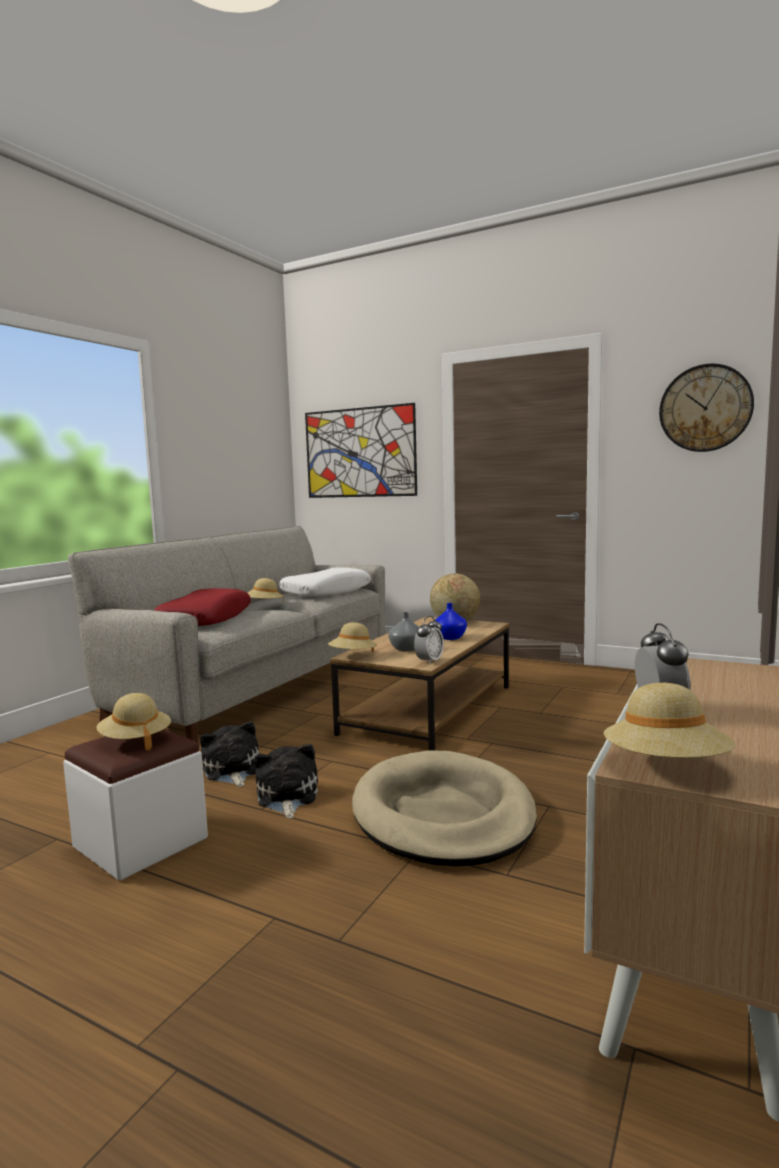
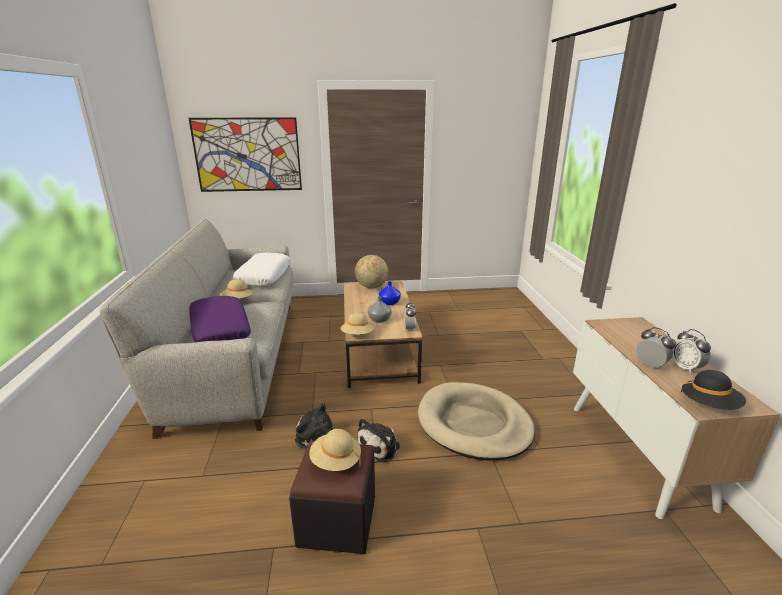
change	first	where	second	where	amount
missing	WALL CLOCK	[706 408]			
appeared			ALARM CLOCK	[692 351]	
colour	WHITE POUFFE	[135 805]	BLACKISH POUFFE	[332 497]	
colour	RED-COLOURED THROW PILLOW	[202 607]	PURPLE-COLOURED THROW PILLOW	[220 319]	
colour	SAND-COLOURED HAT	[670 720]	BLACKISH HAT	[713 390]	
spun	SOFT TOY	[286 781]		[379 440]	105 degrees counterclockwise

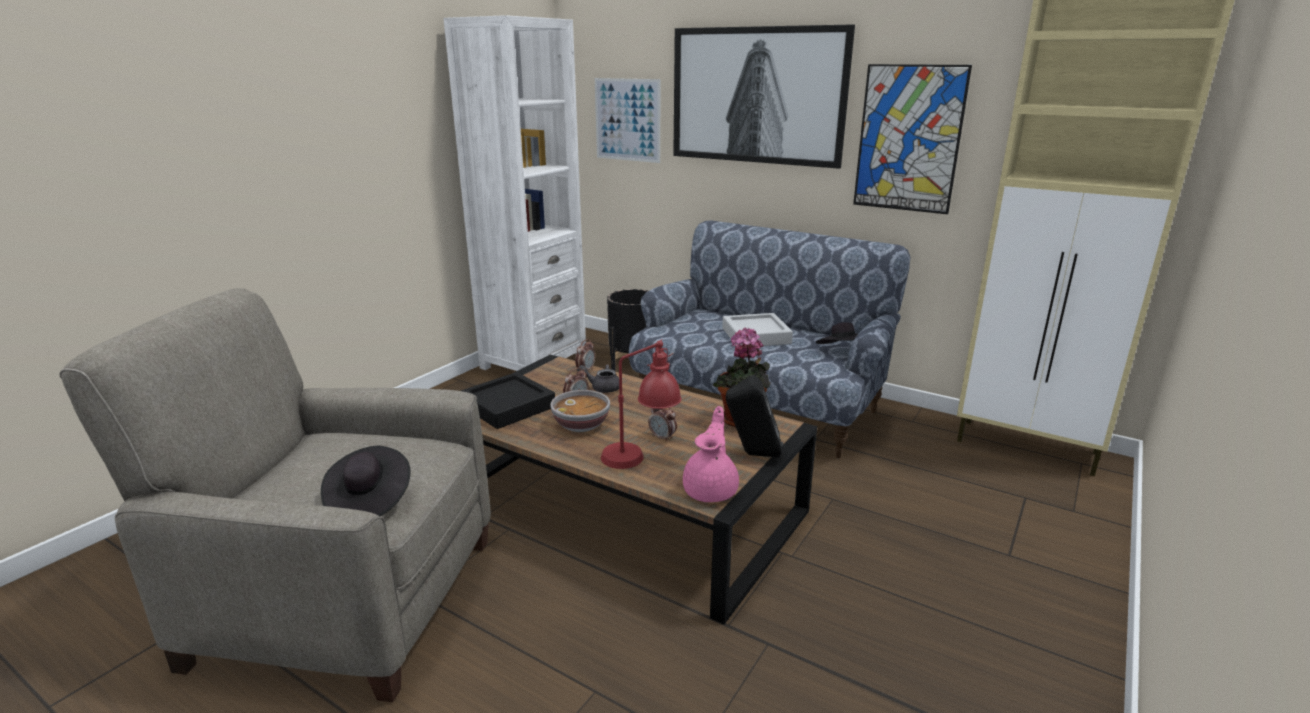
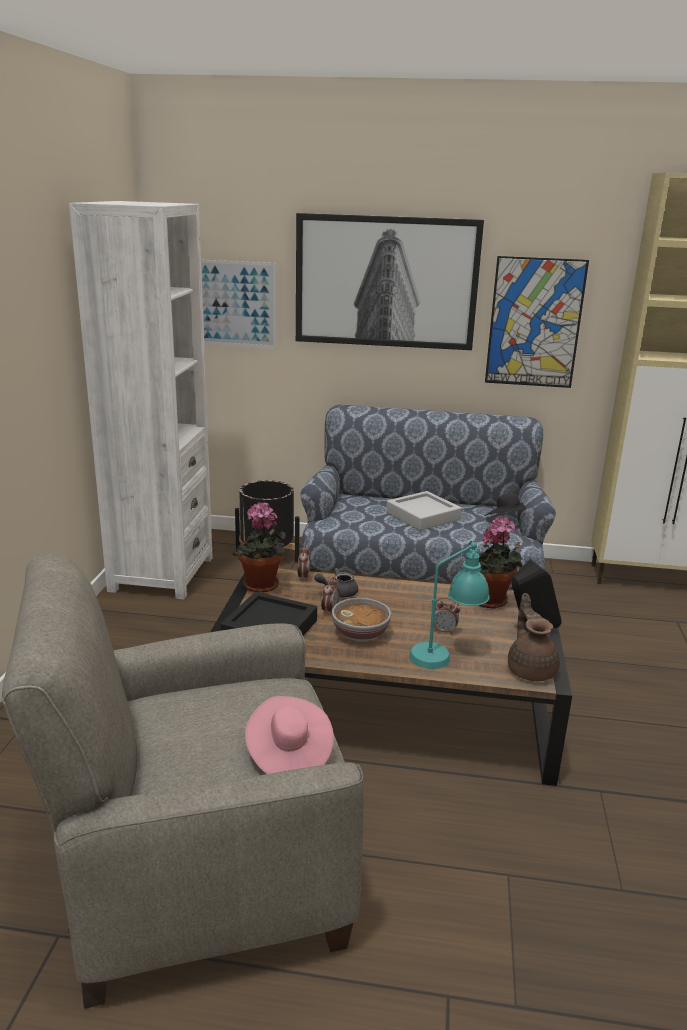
change	first	where	second	where	amount
appeared			HOUSEPLANT	[259 547]	
colour	BLACKISH HAT	[365 481]	PINK HAT	[289 735]	
colour	RED-COLOURED LAMP FOR A TABLE	[641 404]	TURQUOISE LAMP FOR A TABLE	[449 605]	
colour	PINK POT FOR TEA	[711 454]	BROWNISH POT FOR TEA	[534 637]	

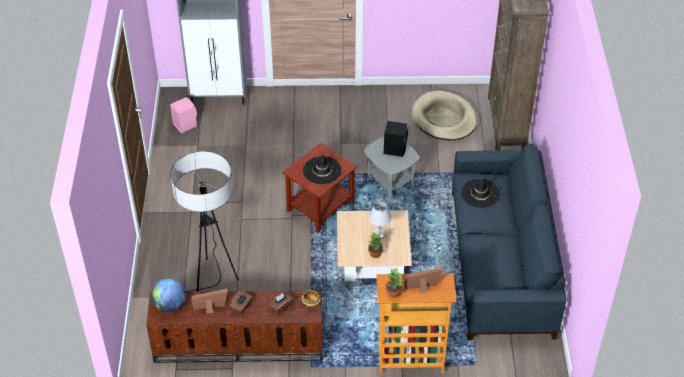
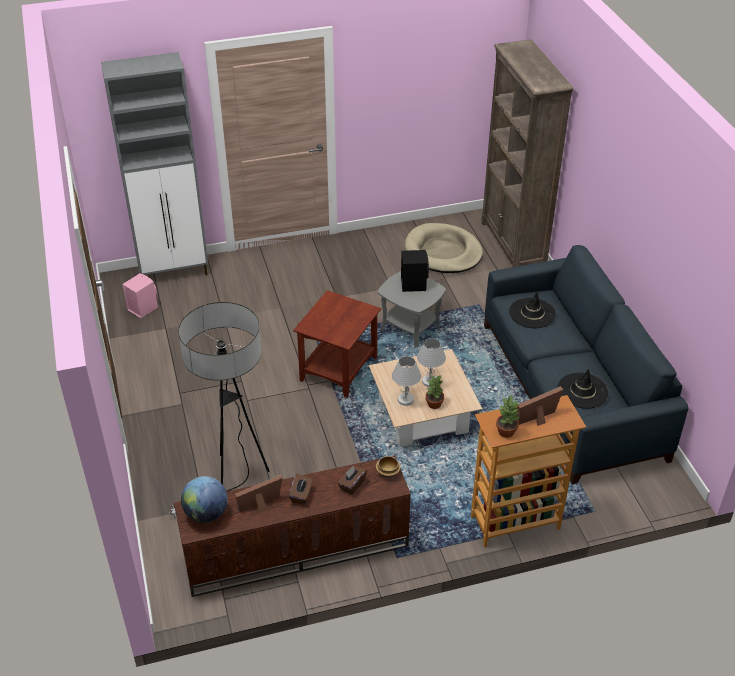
change	first	where	second	where	amount
appeared			WHITE LAMP FOR A TABLE	[406 381]	
relocated	BLACKISH HAT	[322 169]		[582 389]	

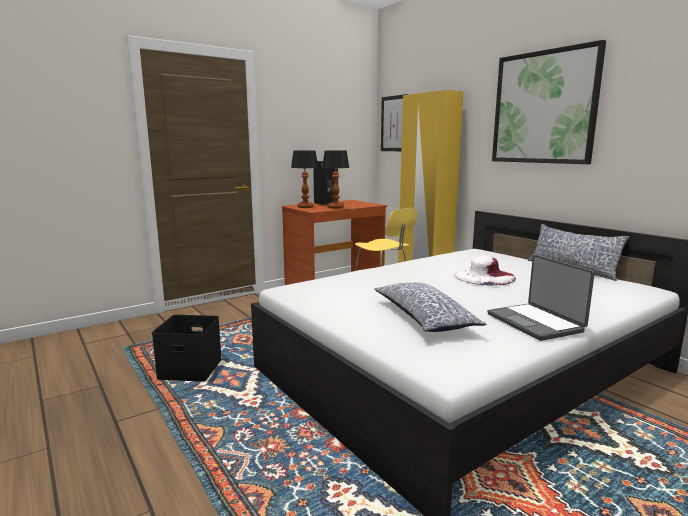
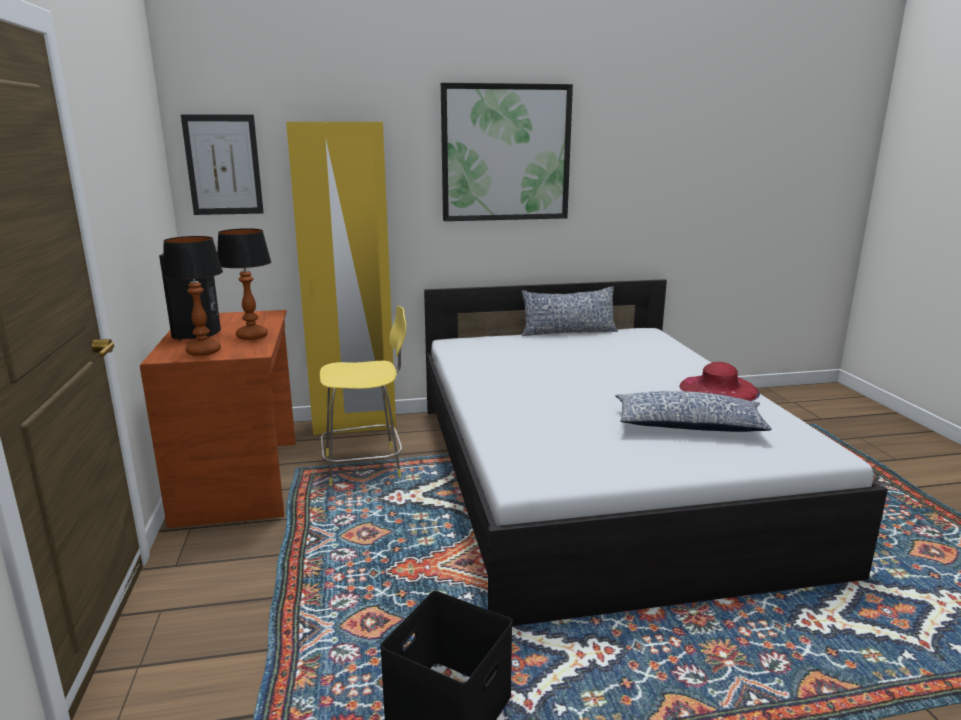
change	first	where	second	where	amount
missing	WHITE HAT	[485 270]			
exchanged	NOTEBOOK COMPUTER	[541 298]	RED-COLOURED HAT	[719 381]	

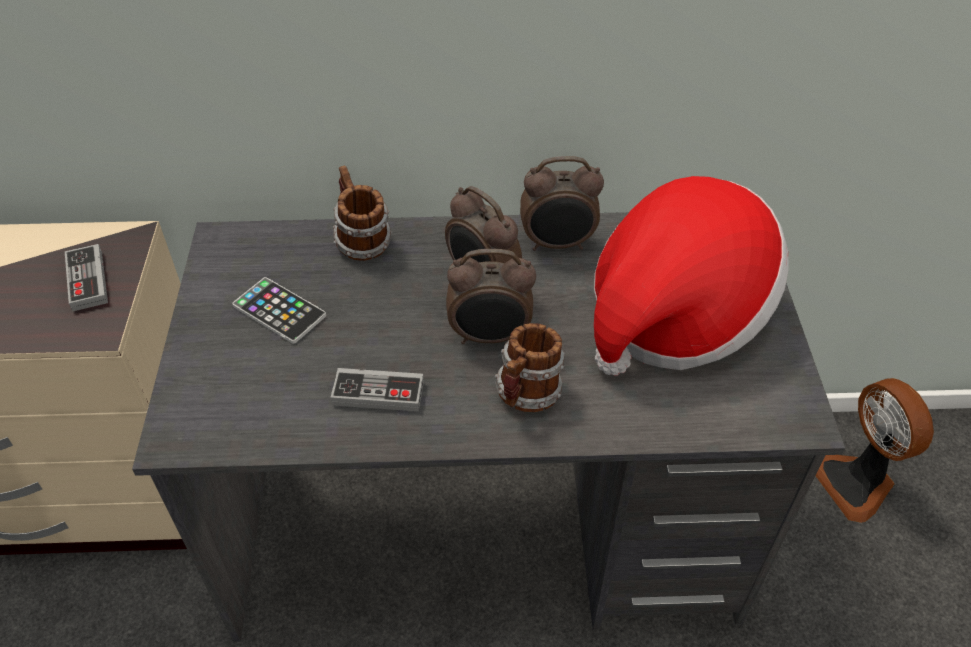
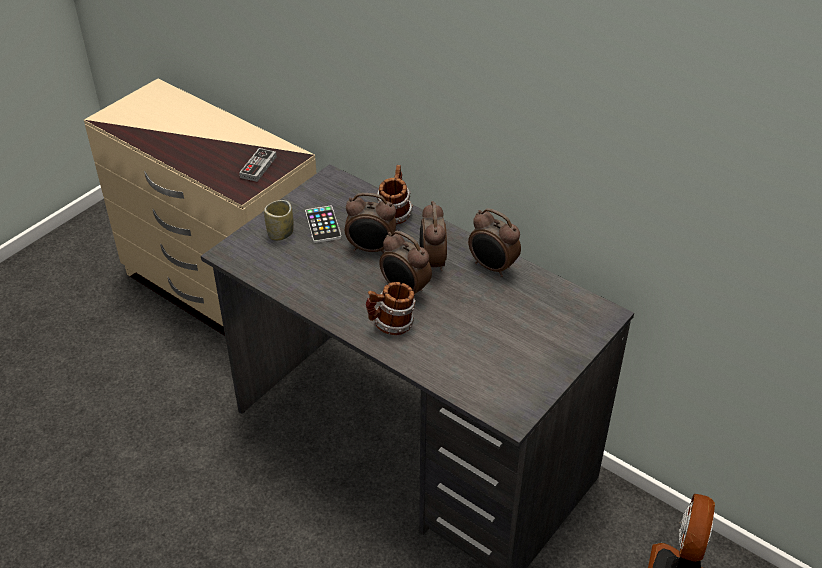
change	first	where	second	where	amount
missing	GAMEPAD	[377 389]			
missing	HAT	[691 276]			
appeared			SMALL CUP	[278 220]	
appeared			ALARM CLOCK	[370 223]	

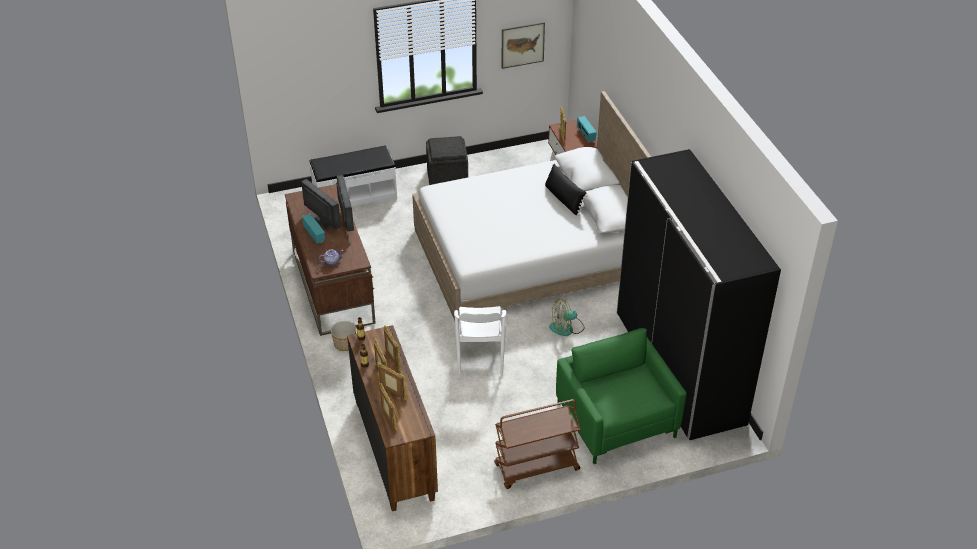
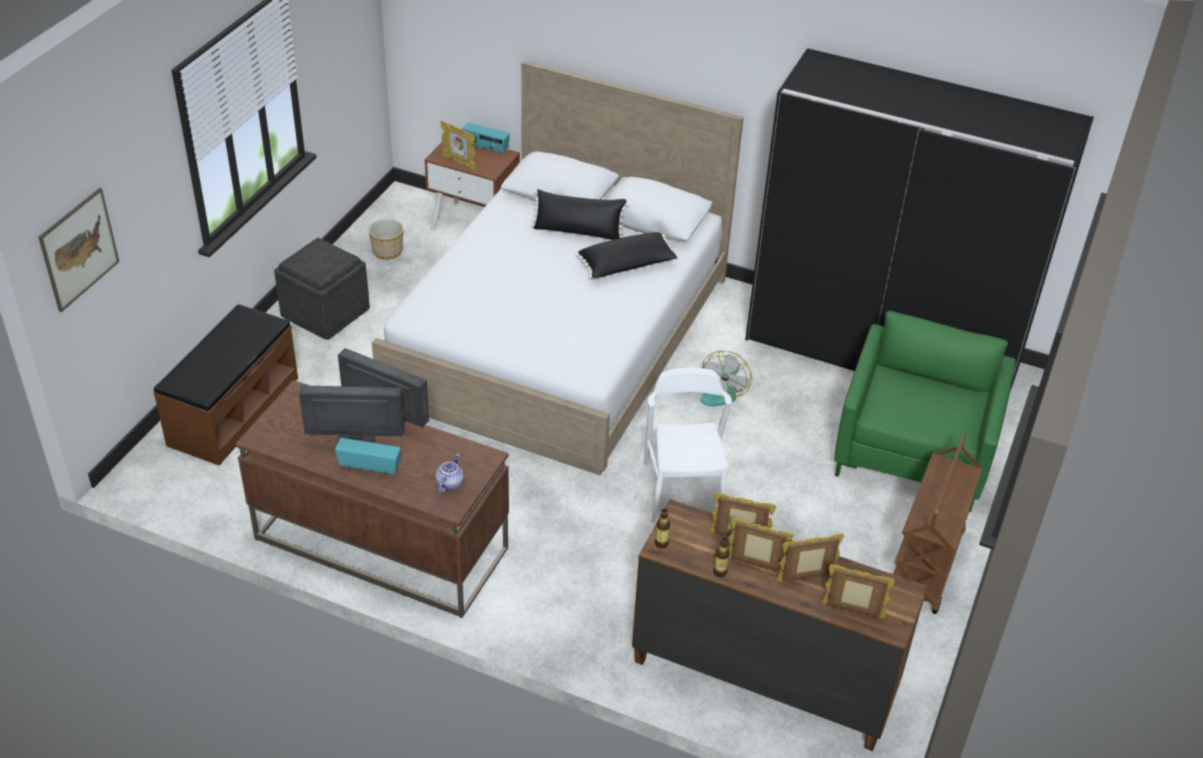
change	first	where	second	where	amount
appeared			BLACKISH THROW PILLOW	[627 255]	
relocated	FLOWER POT	[343 336]		[385 239]	
relocated	WALL PICTURE	[523 45]		[78 250]	
colour	WHITE INDOOR BENCH	[353 175]	BROWNISH INDOOR BENCH	[225 385]	
spun	WHITE UPRIGHT CHAIR	[480 340]		[688 445]	135 degrees counterclockwise
spun	GREEN ARMCHAIR	[621 396]		[925 411]	90 degrees clockwise

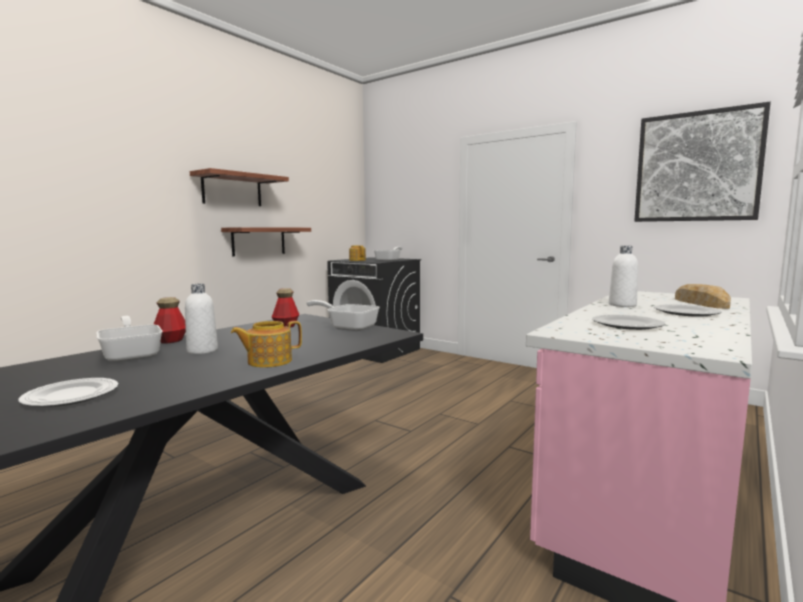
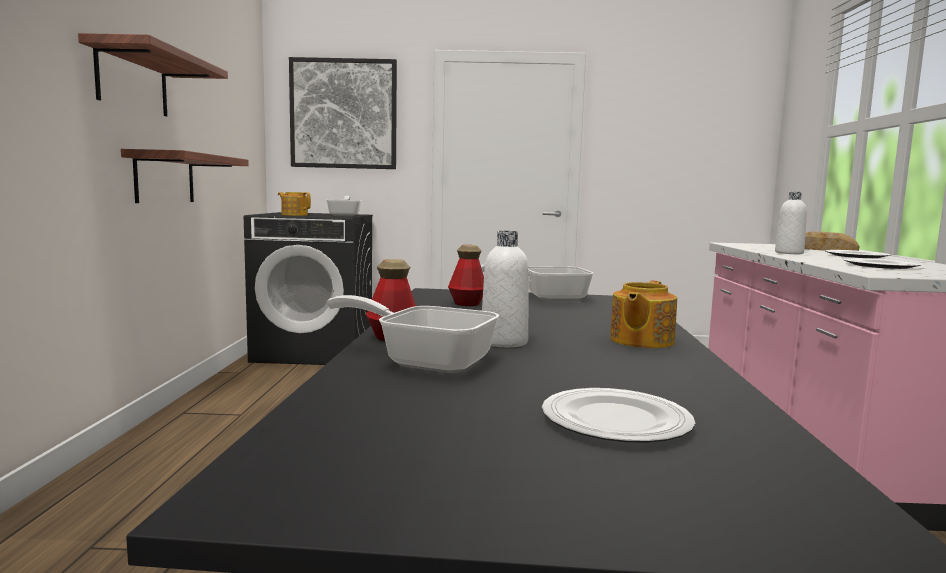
change	first	where	second	where	amount
relocated	WALL PICTURE	[702 162]		[343 113]	

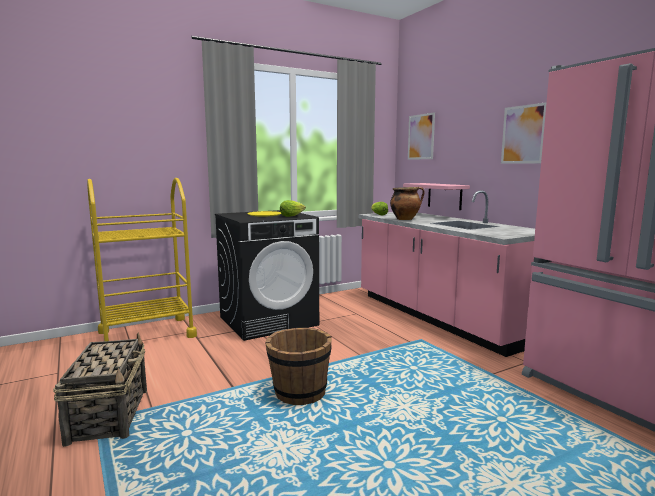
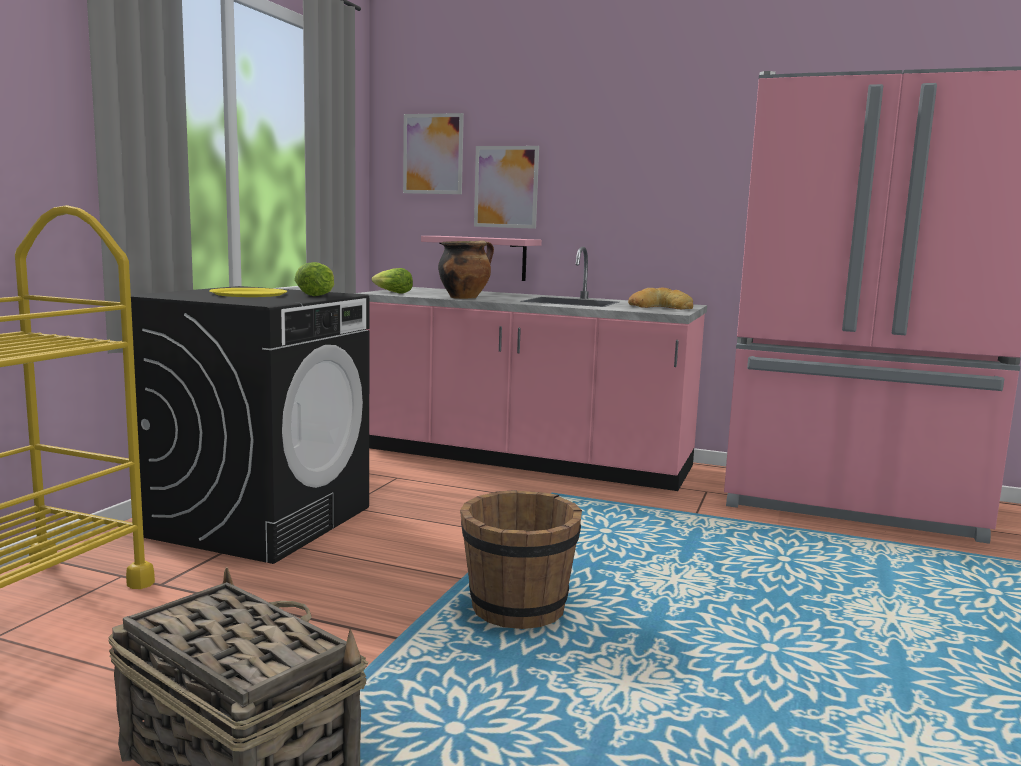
change	first	where	second	where	amount
appeared			BAKED BREAD	[660 298]	
relocated	WALL PICTURE	[523 133]		[506 187]	

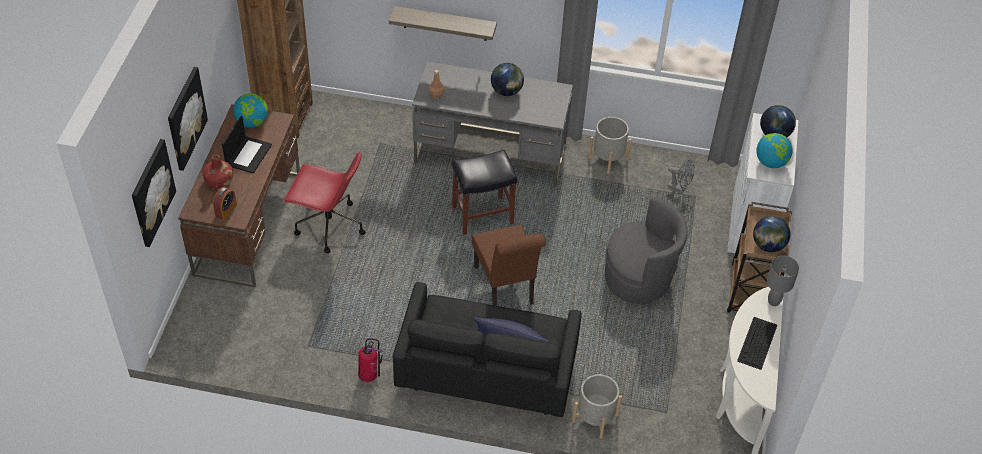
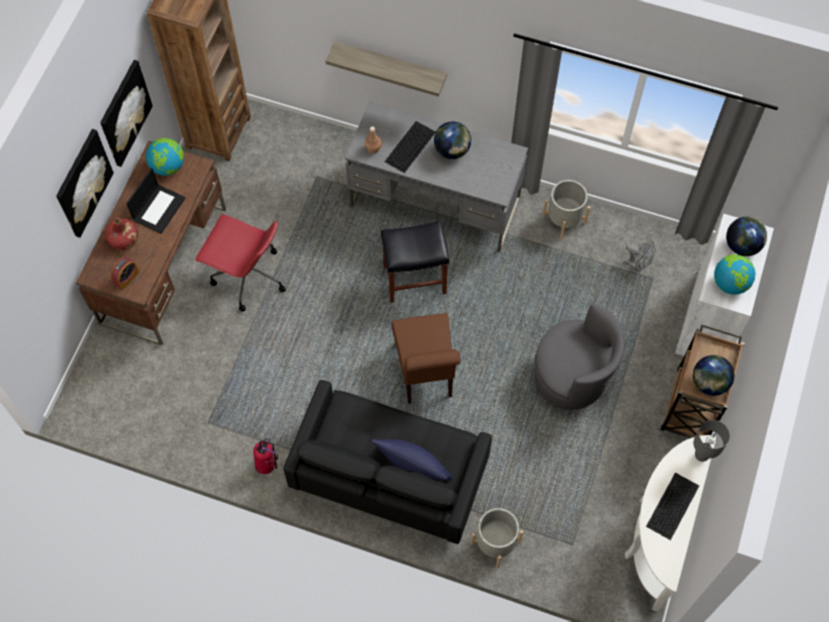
change	first	where	second	where	amount
appeared			PC KEYBOARD	[410 147]	
relocated	WALL PICTURE	[154 193]		[126 113]	

